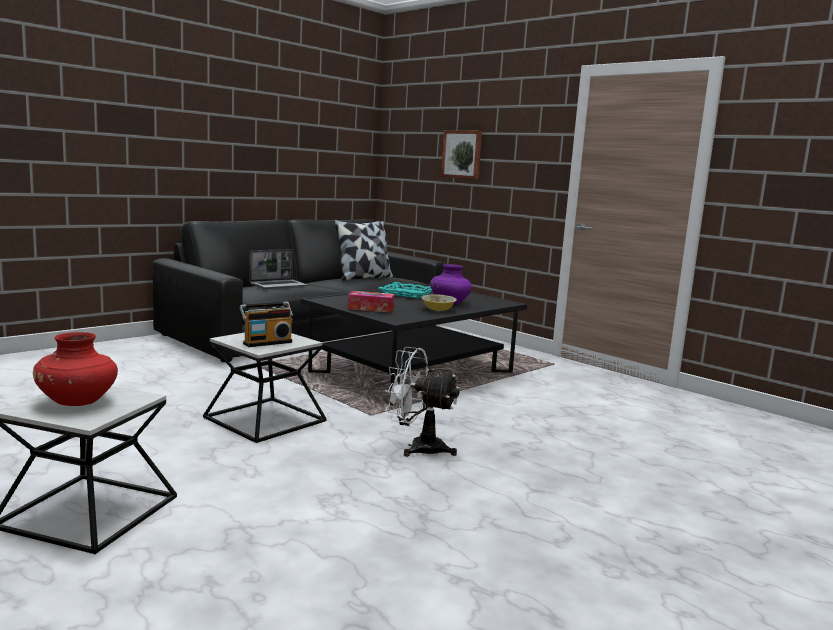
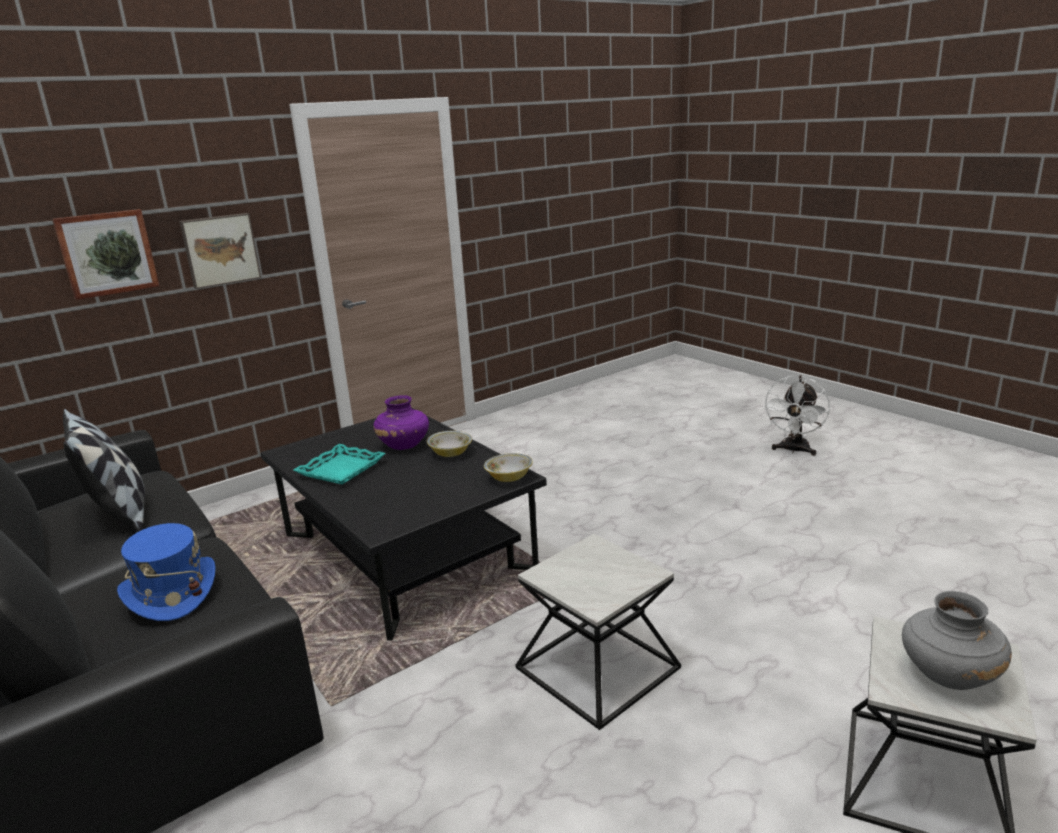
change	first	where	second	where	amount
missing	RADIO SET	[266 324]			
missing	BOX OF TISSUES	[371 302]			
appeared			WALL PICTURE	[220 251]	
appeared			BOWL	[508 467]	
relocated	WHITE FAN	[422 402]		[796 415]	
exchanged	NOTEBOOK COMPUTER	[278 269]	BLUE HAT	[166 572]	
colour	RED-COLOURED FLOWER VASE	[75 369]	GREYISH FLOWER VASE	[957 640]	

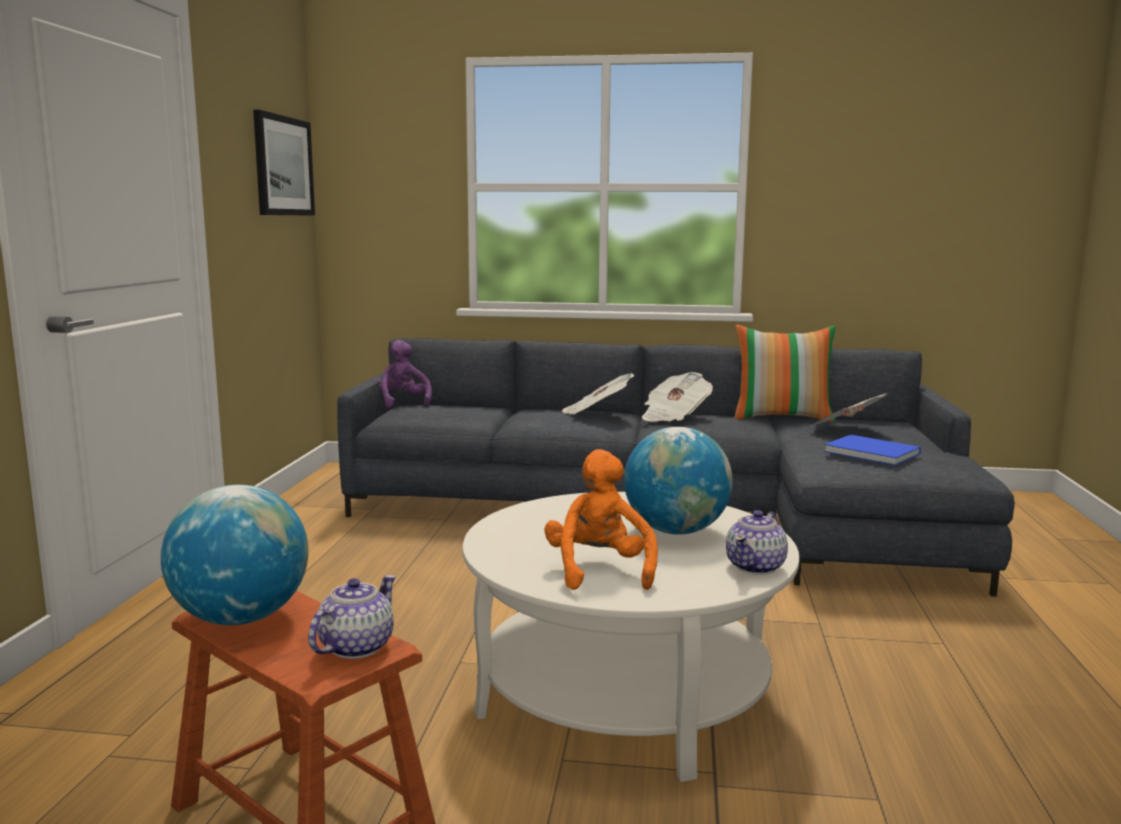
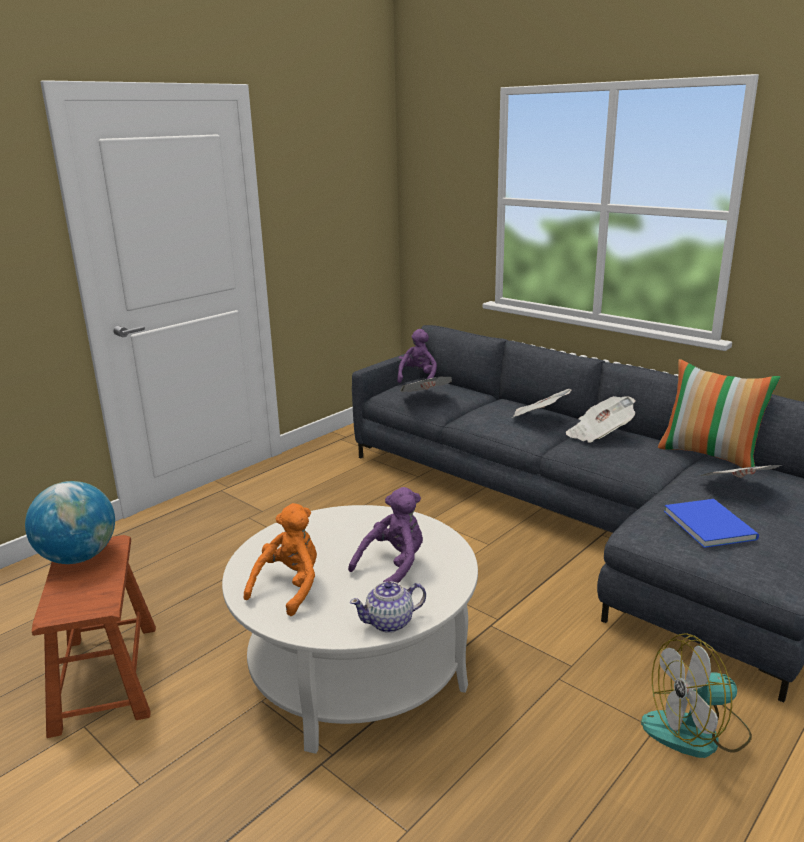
change	first	where	second	where	amount
missing	WALL PICTURE	[284 163]			
missing	POT FOR TEA	[352 617]			
appeared			DAILY PAPER	[426 384]	
appeared			FAN	[696 695]	
exchanged	DESK GLOBE	[678 481]	PURPLE-COLOURED SOFT TOY	[385 535]	

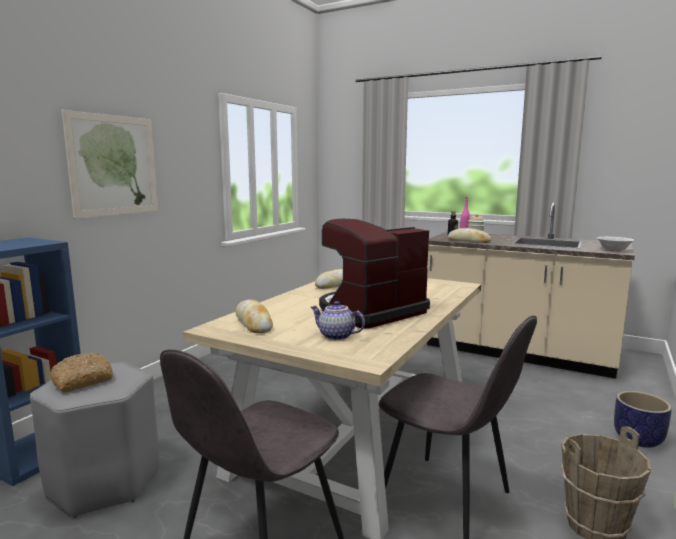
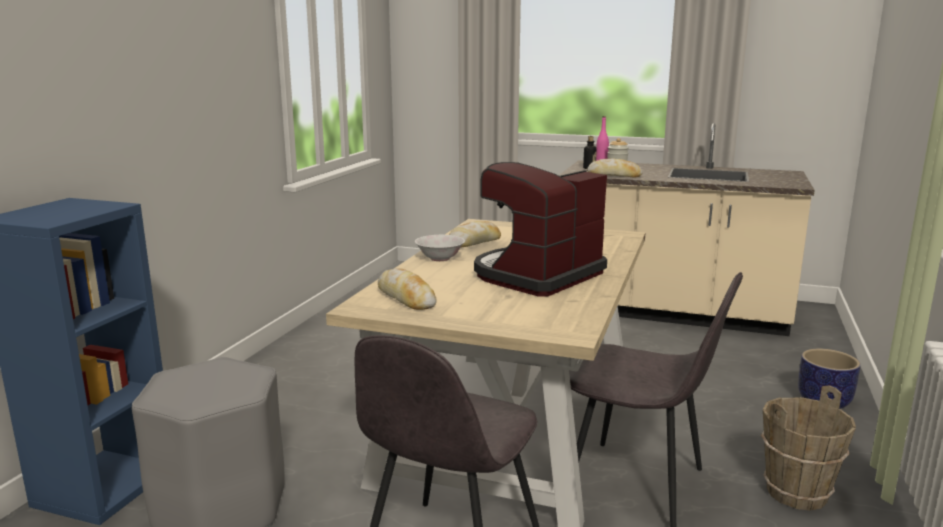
change	first	where	second	where	amount
missing	BAKED BREAD	[82 372]			
missing	WALL PICTURE	[110 164]			
missing	POT FOR TEA	[338 320]			
relocated	WHITE BOWL	[615 244]		[440 248]	

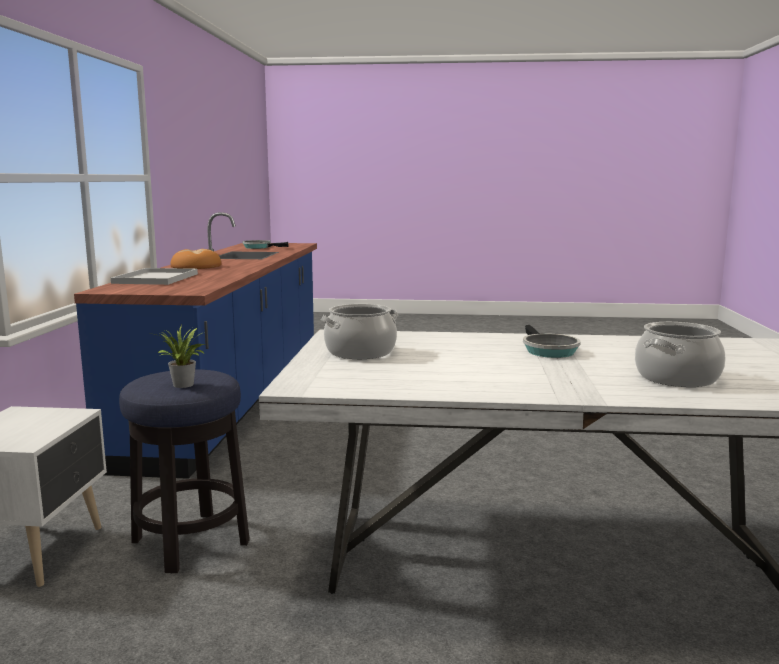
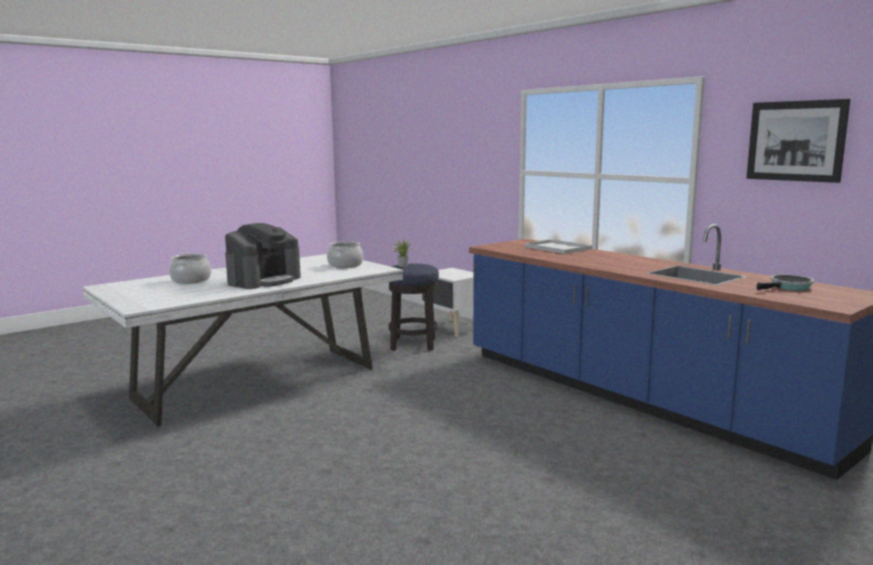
change	first	where	second	where	amount
missing	BAKED BREAD	[196 259]			
appeared			WALL PICTURE	[798 141]	
exchanged	FRYING PAN	[552 341]	COFFEE BREWER	[263 256]	

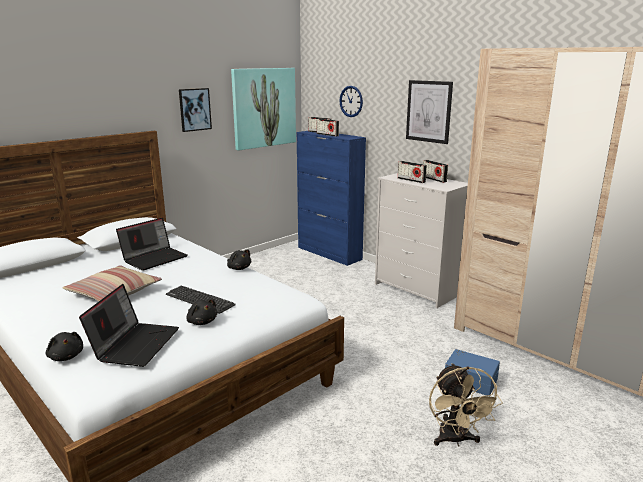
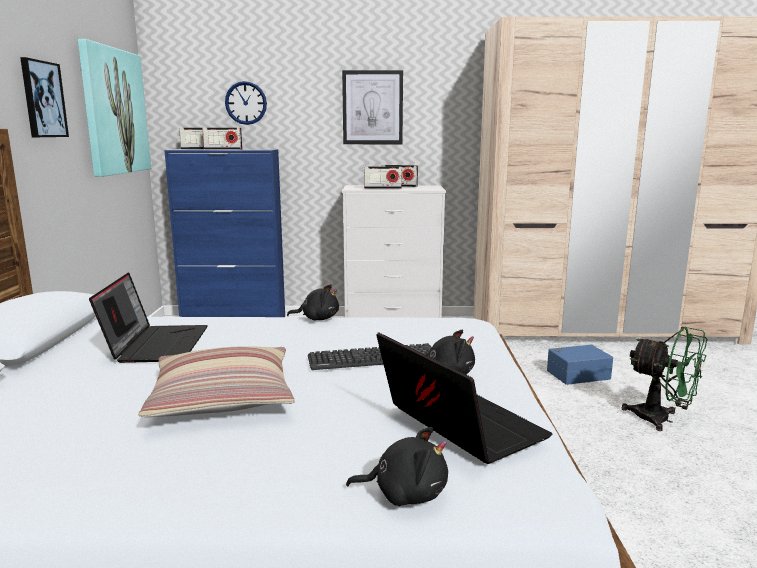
change	first	where	second	where	amount
colour	SAND-COLOURED FAN	[466 404]	GREEN FAN	[664 379]	

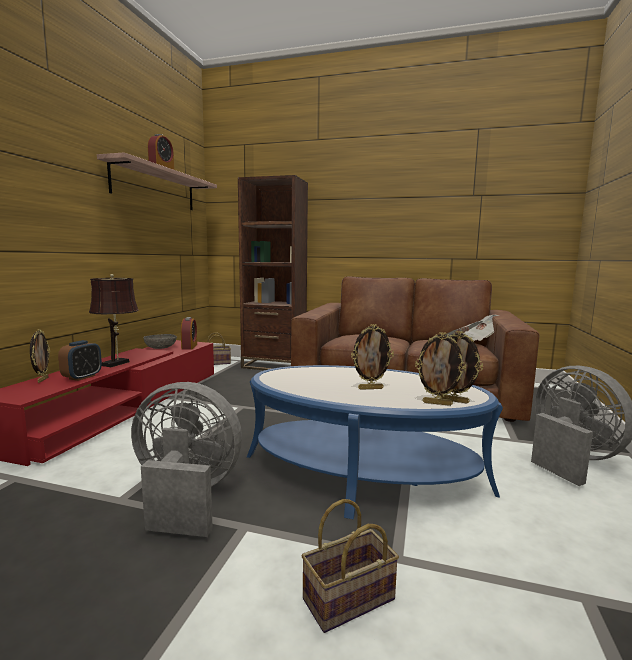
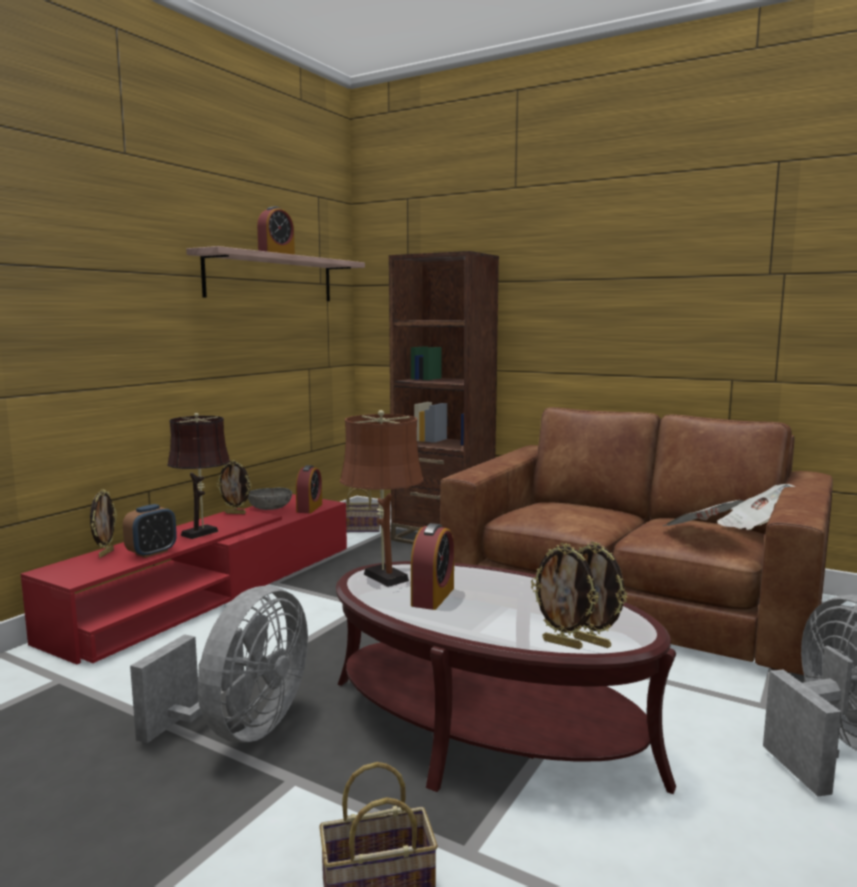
change	first	where	second	where	amount
appeared			BROWNISH LAMP FOR A TABLE	[382 498]	
appeared			ALARM CLOCK	[432 566]	
relocated	STANDING FRAME	[372 357]		[233 487]	
colour	BLUE LOW TABLE	[375 442]	BROWNISH LOW TABLE	[506 677]	
spun	GREYISH FAN	[186 459]		[219 664]	90 degrees clockwise

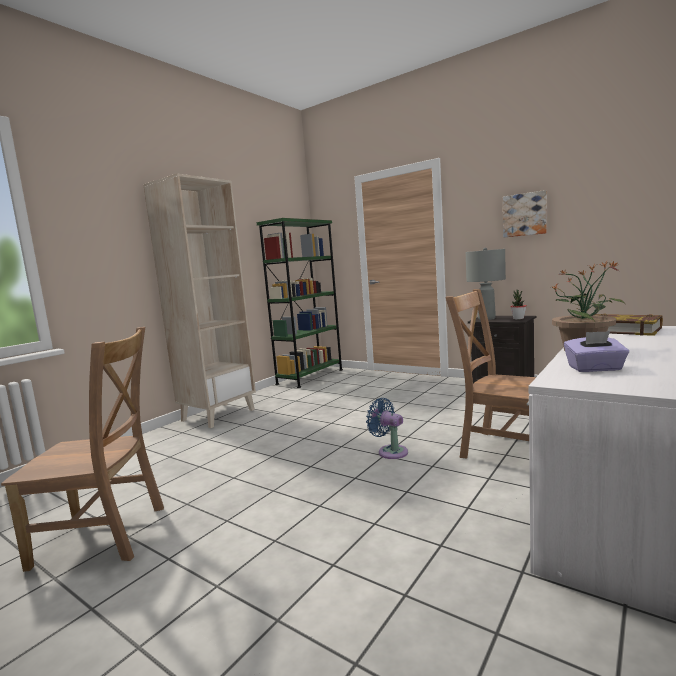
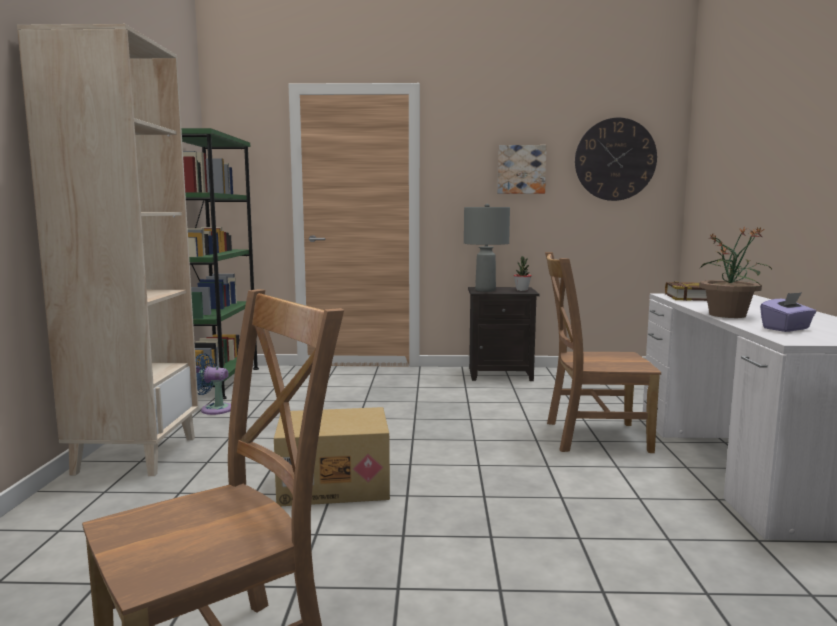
change	first	where	second	where	amount
appeared			CARTON	[332 456]	
appeared			WALL CLOCK	[616 159]	
relocated	BLUE FAN	[387 428]		[213 384]	

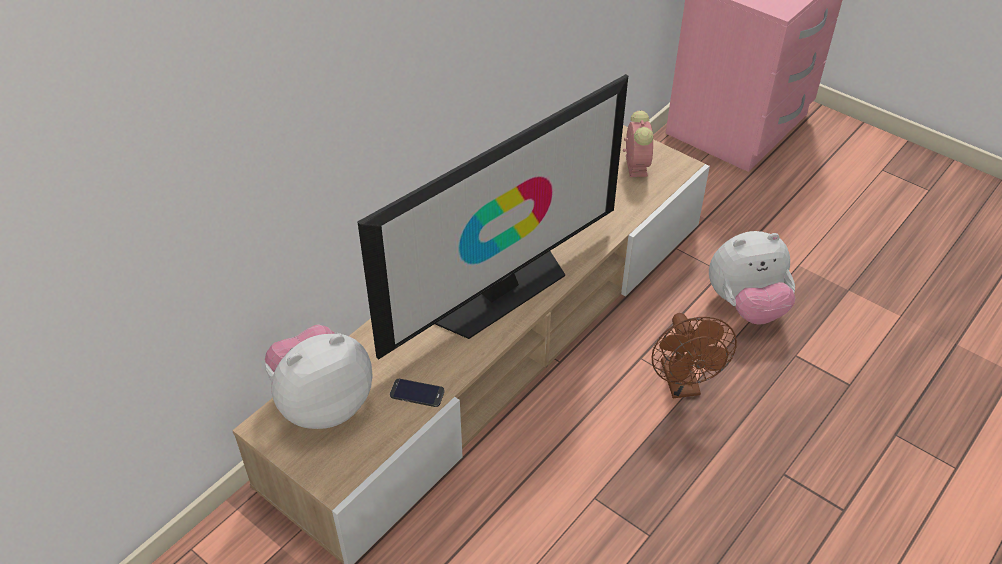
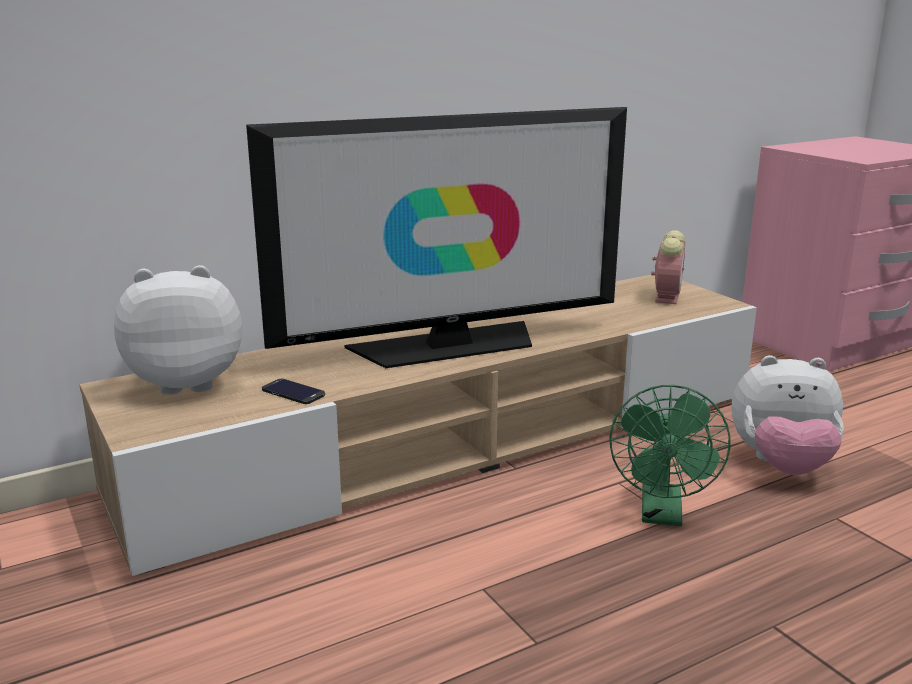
change	first	where	second	where	amount
colour	BROWNISH FAN	[694 355]	GREEN FAN	[670 455]	

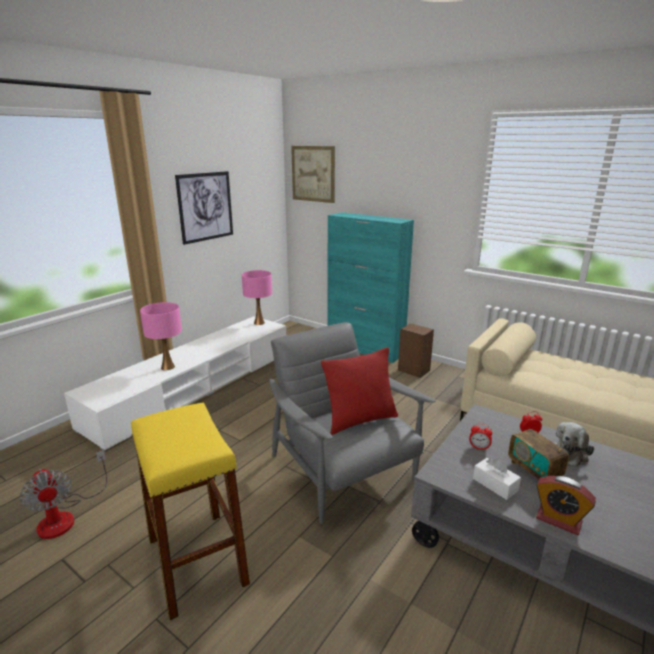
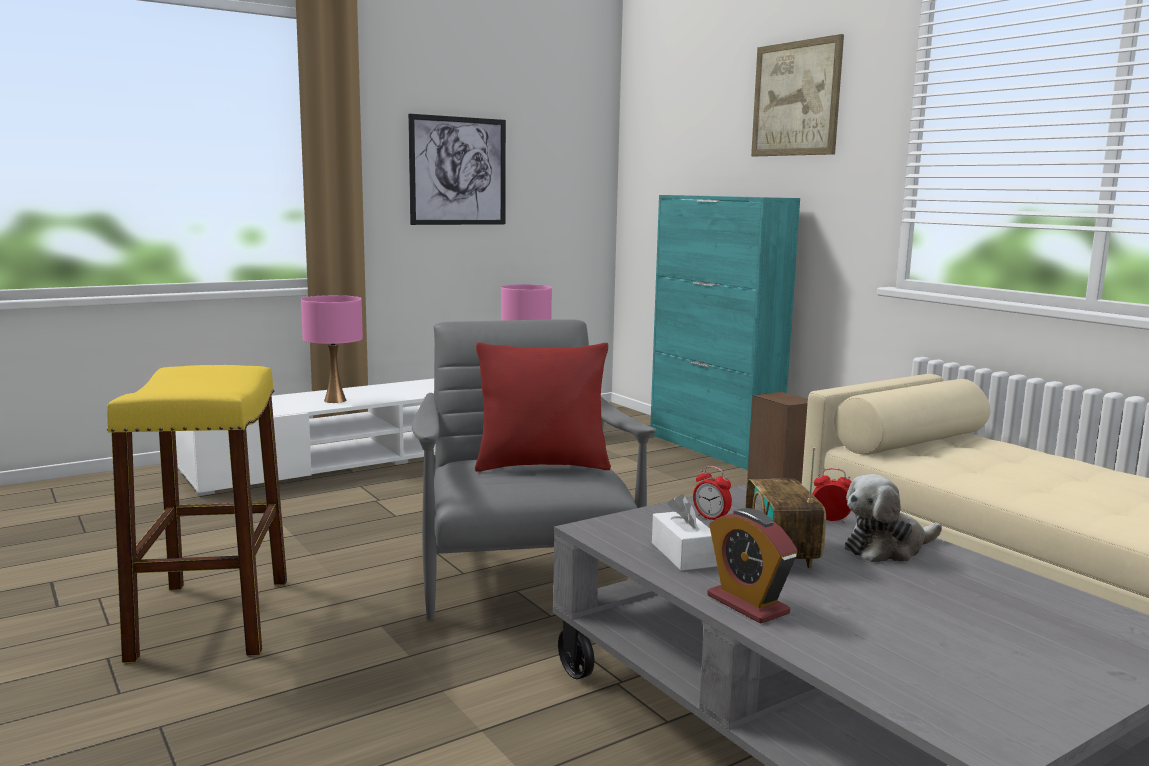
change	first	where	second	where	amount
missing	FAN	[63 494]			
relocated	WALL PICTURE	[313 174]		[797 95]	

